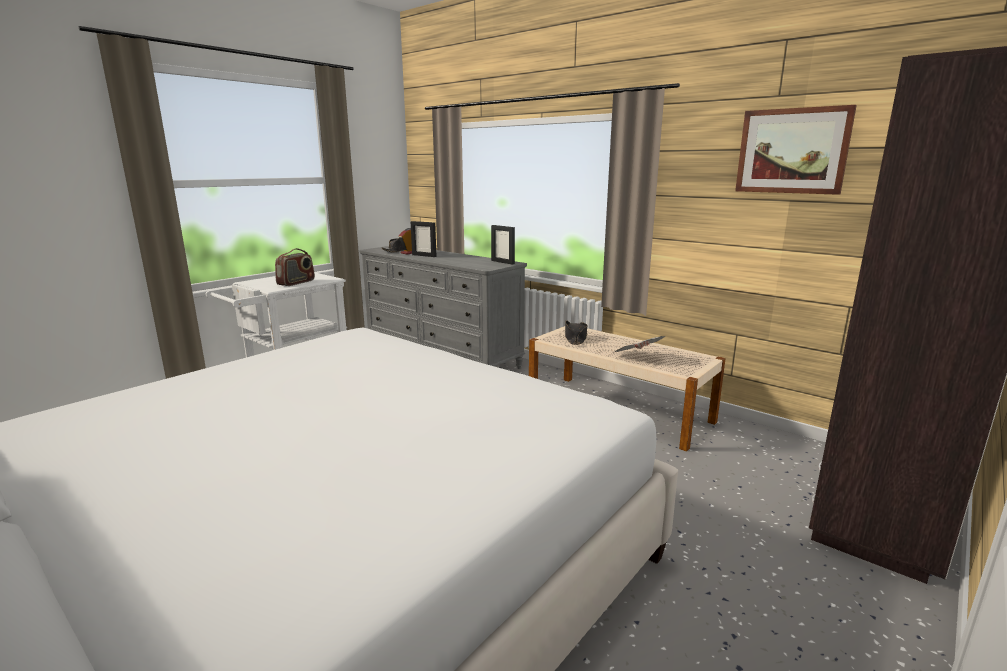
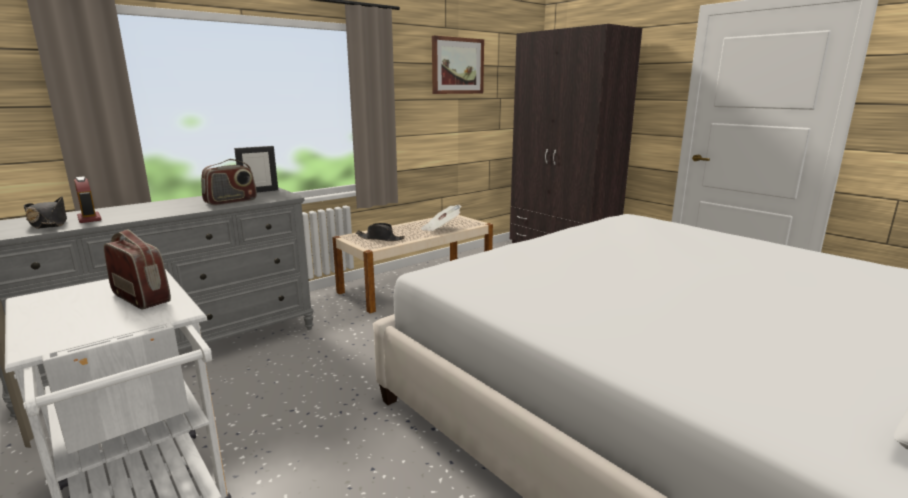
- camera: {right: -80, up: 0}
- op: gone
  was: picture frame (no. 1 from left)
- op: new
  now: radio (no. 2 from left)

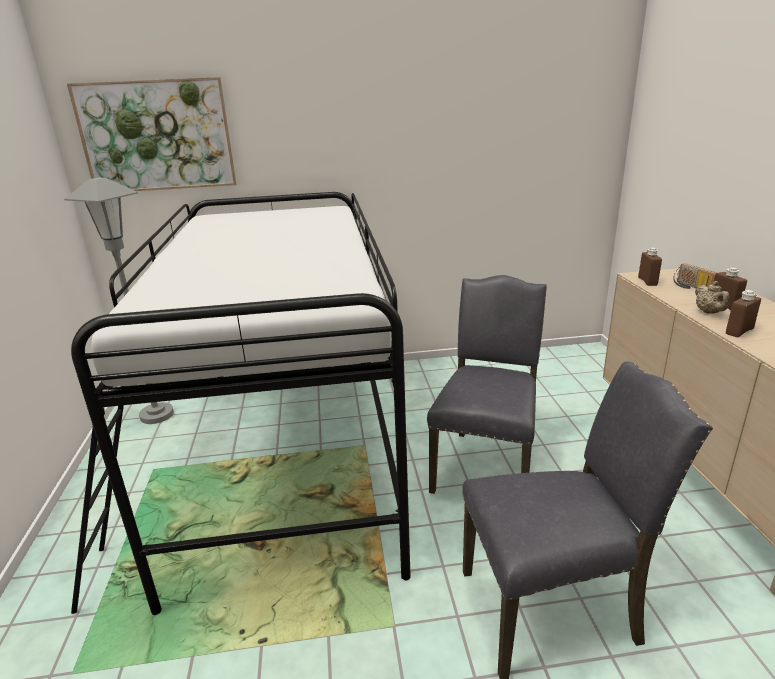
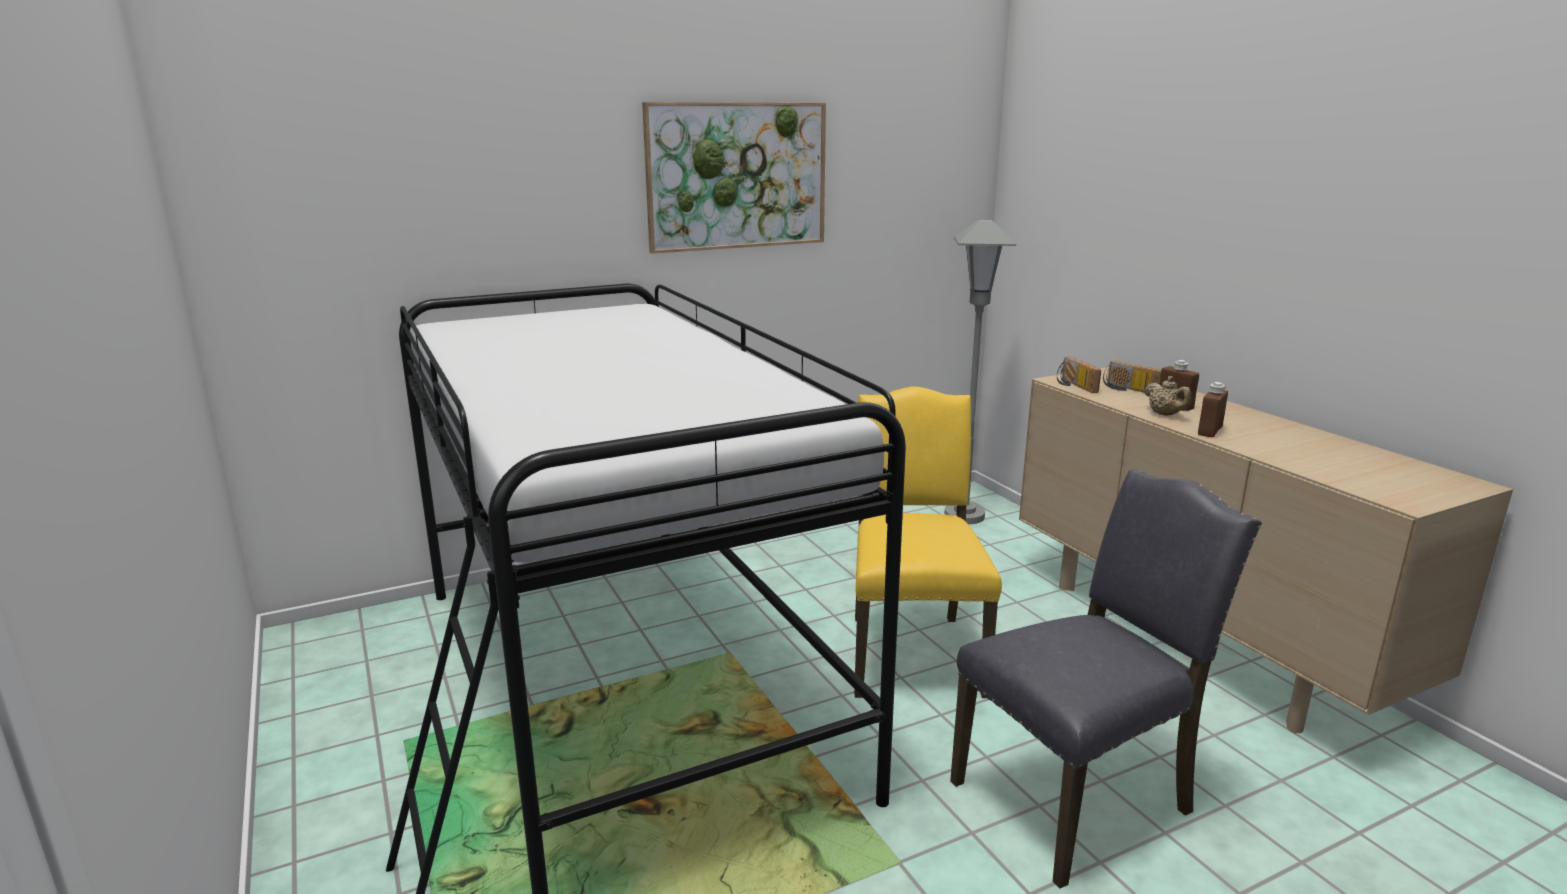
- camera: {right: -20, up: -5}
- op: shifted
  was: grey floor lamp
- op: shifted
  was: picture
- op: swapped
  was: brown bottle (no. 1 from left)
  now: radio (no. 1 from left)
- op: repainted
  was: grey chair (no. 1 from left)
  now: yellow chair

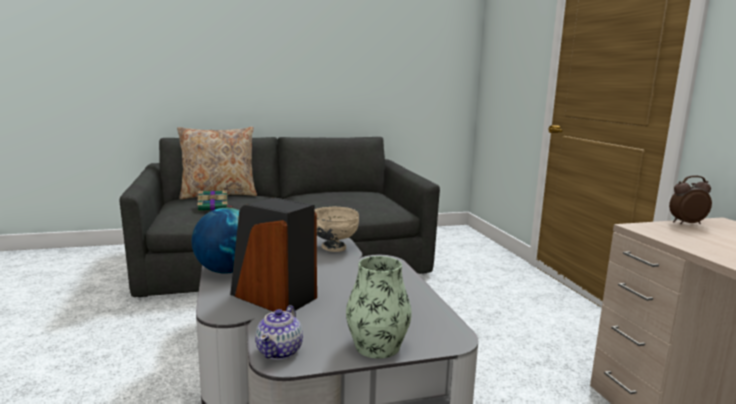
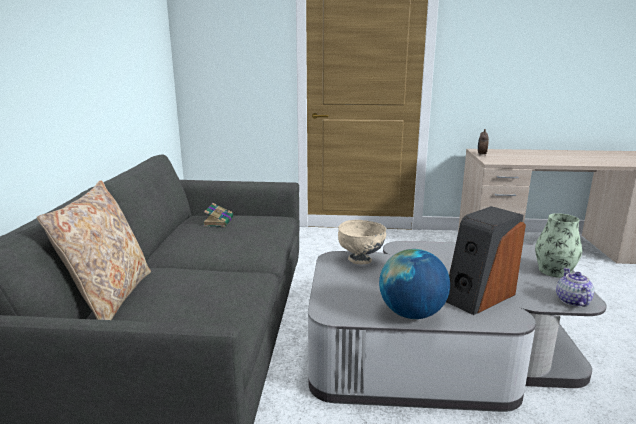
- camera: {right: -70, up: 5}
- op: shifted
  was: book
- op: rotated
  was: teapot
  clockwise: -120

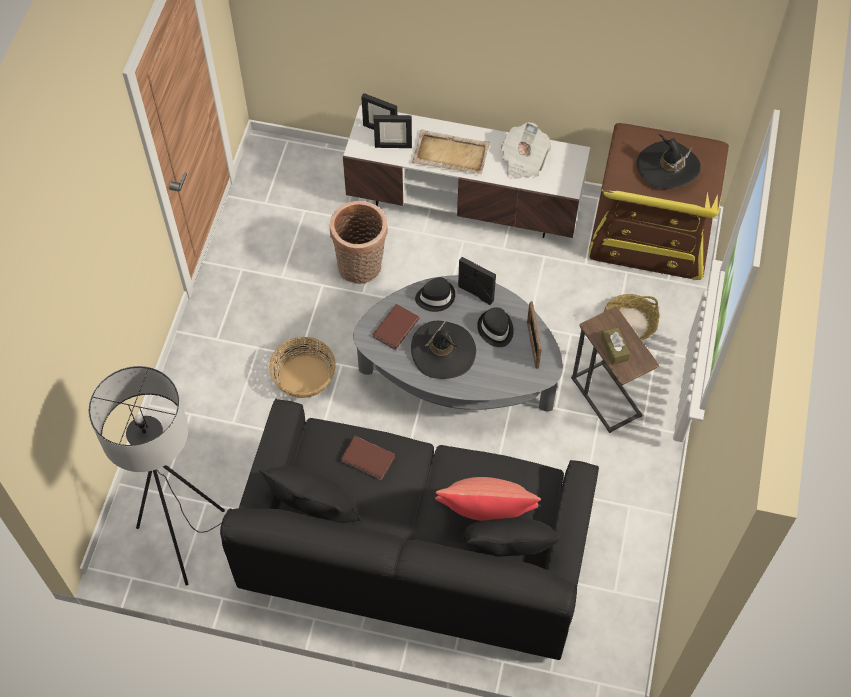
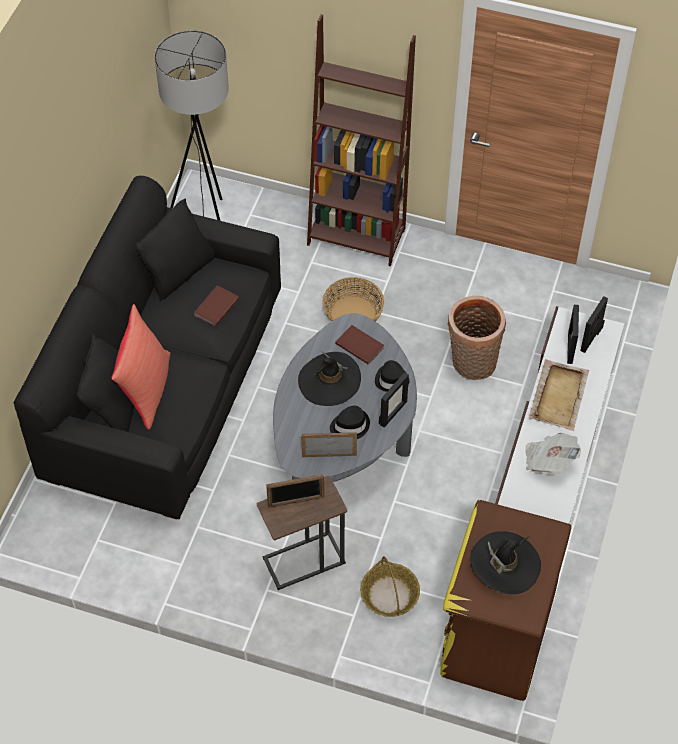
- camera: {right: 95, up: -5}
- op: new
  now: brown bookcase
- op: swapped
  was: brown tissue box
  now: picture frame (no. 1 from left)

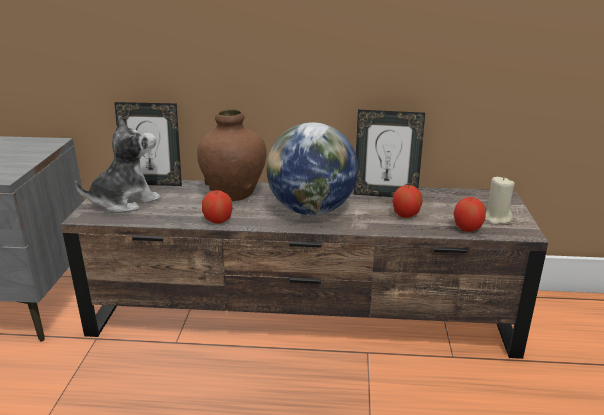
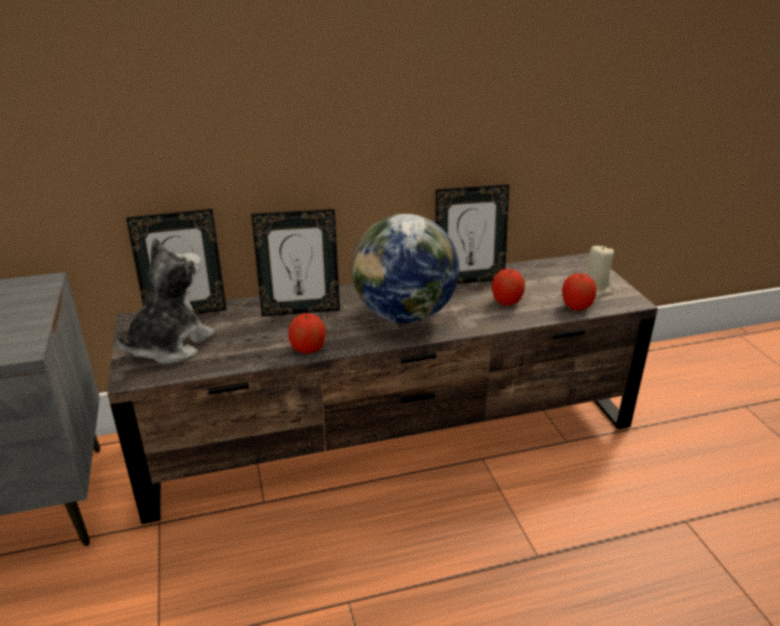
- camera: {right: -20, up: 5}
- op: swapped
  was: brown vase
  now: picture frame (no. 2 from left)

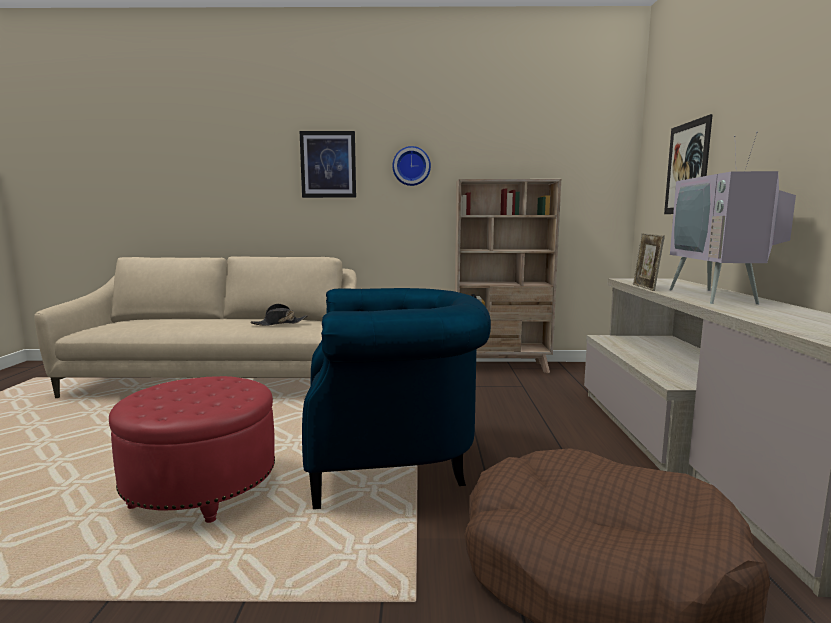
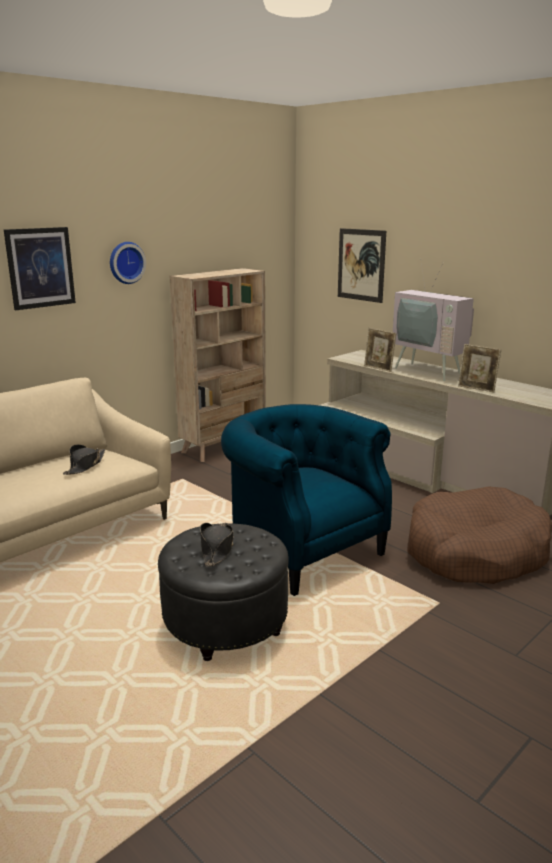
- camera: {right: -45, up: 10}
- op: new
  now: black hat (no. 2 from left)
- op: new
  now: picture frame (no. 2 from left)
- op: repainted
  was: red ottoman
  now: black ottoman
- op: rotated
  was: blue armchair
  clockwise: -75

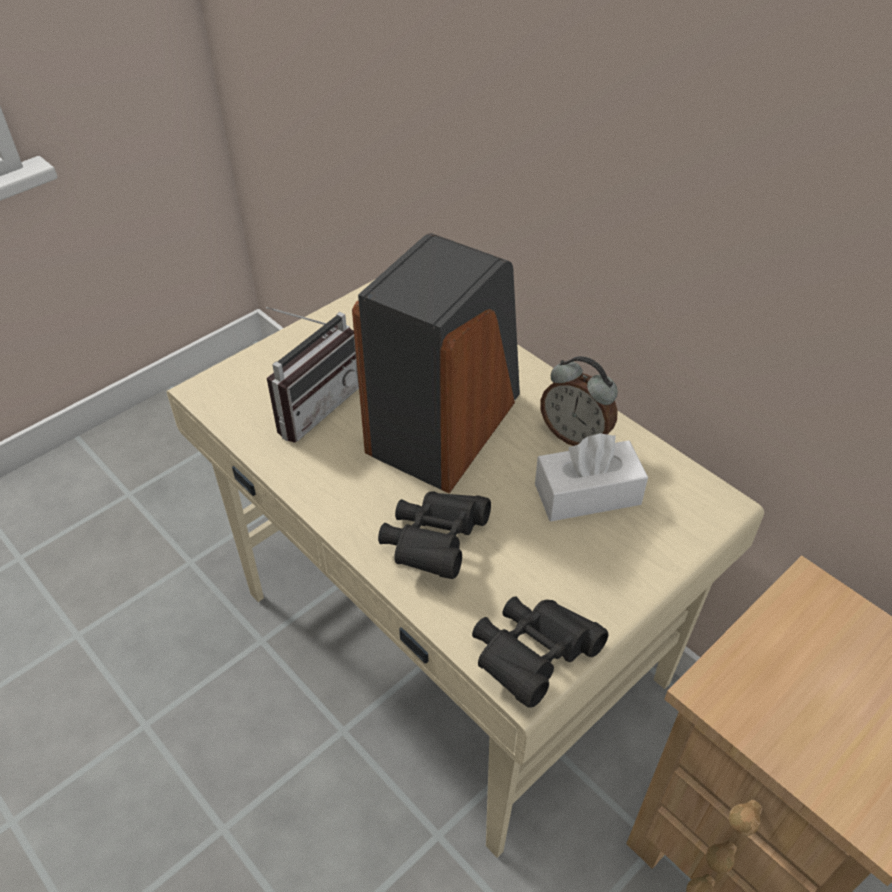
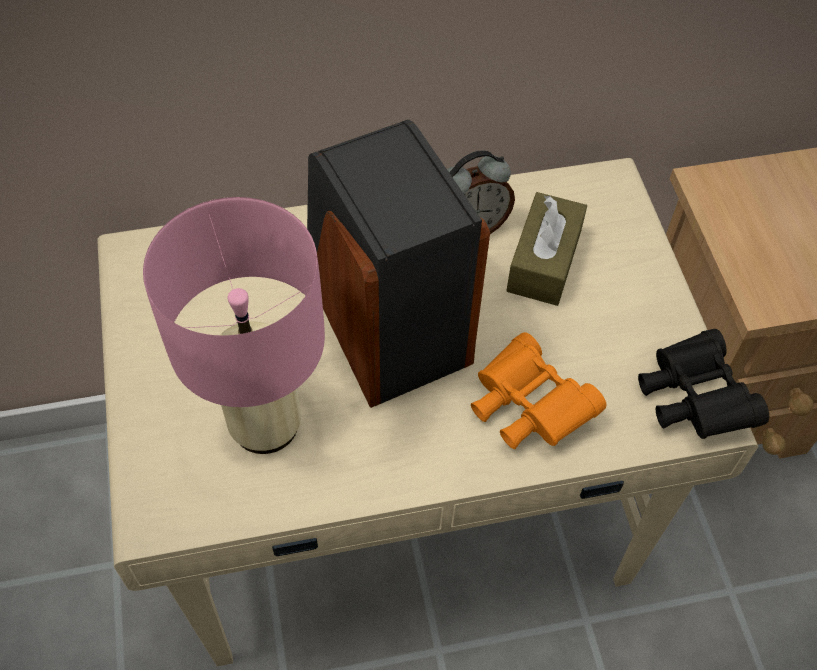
- camera: {right: -60, up: 10}
- op: swapped
  was: radio
  now: pink table lamp
- op: repainted
  was: black binoculars (no. 1 from left)
  now: orange binoculars
- op: repainted
  was: white tissue box
  now: brown tissue box

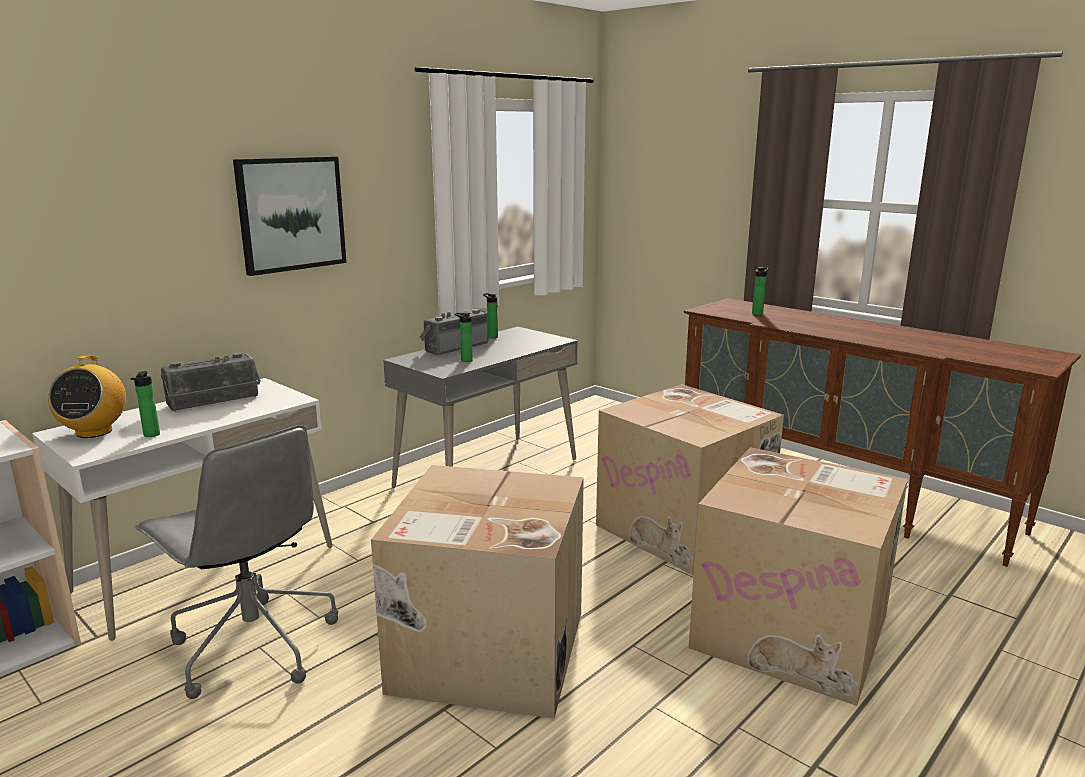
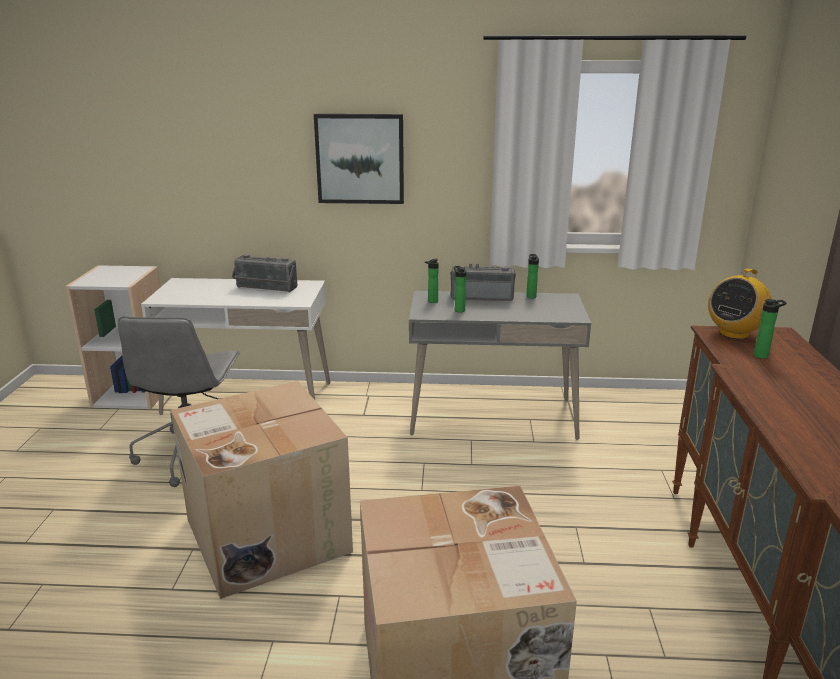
- camera: {right: 50, up: 5}
- op: gone
  was: cardboard box (no. 2 from left)
- op: shifted
  was: radio (no. 1 from left in the first image)
  now: radio (no. 3 from left)
- op: shifted
  was: bottle (no. 1 from left)

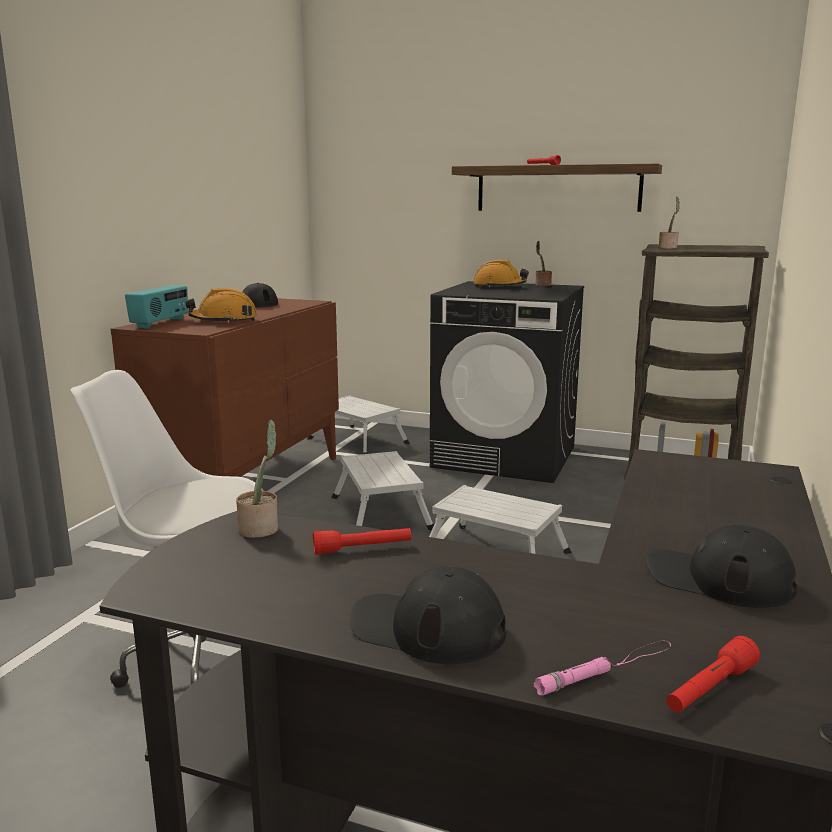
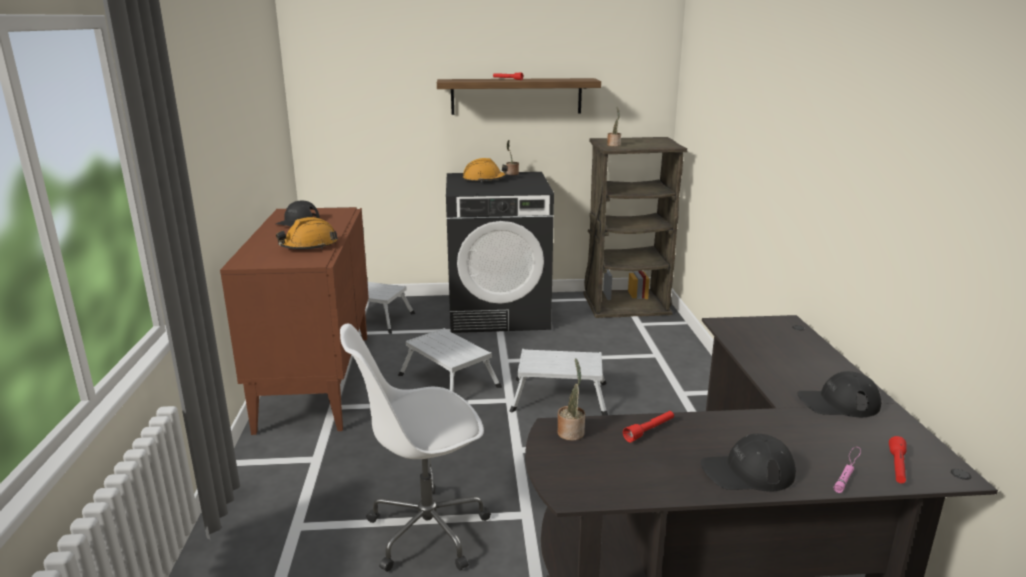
- camera: {right: -25, up: 5}
- op: gone
  was: radio

